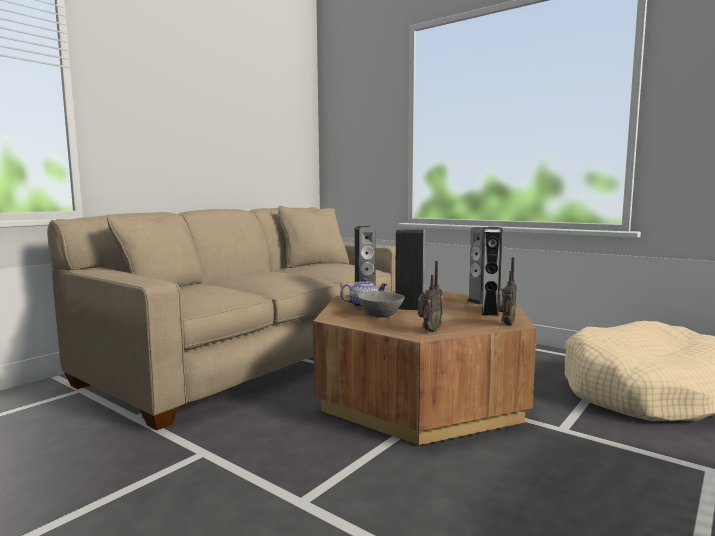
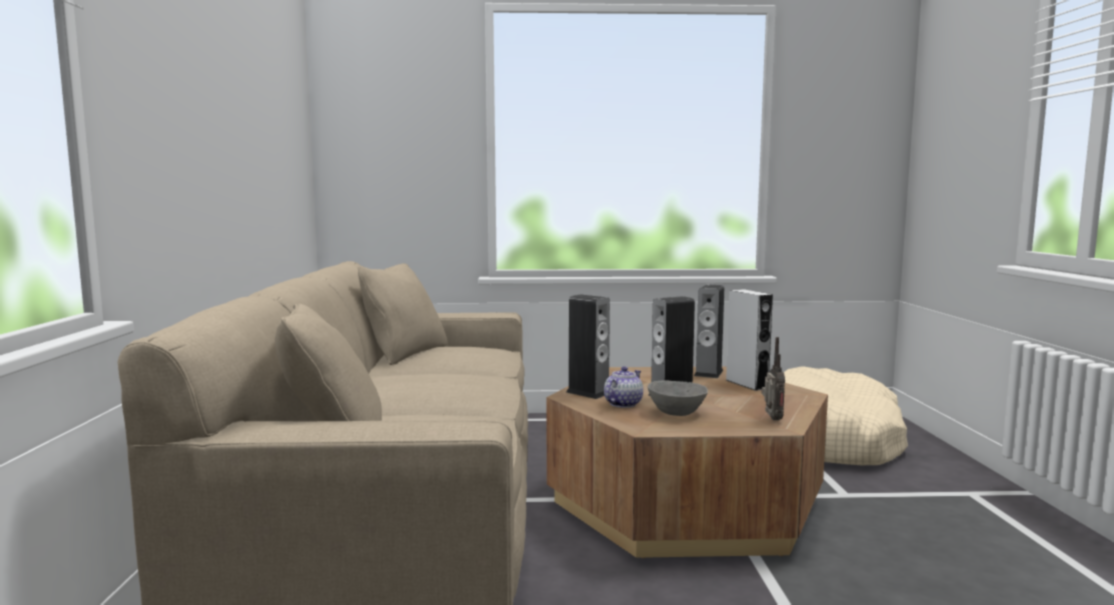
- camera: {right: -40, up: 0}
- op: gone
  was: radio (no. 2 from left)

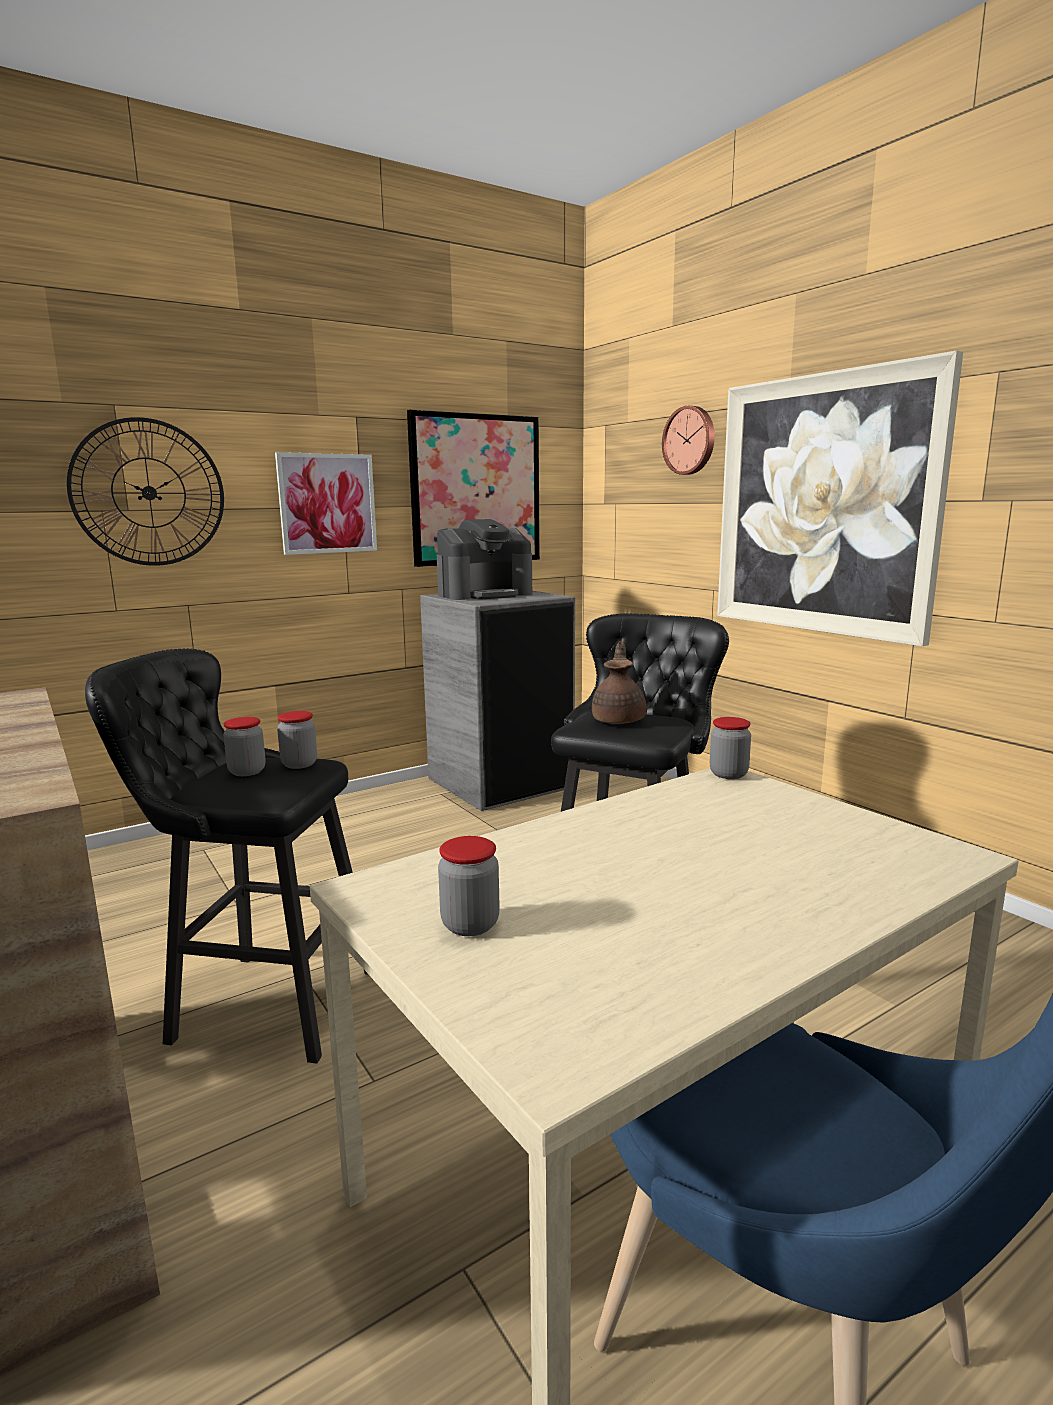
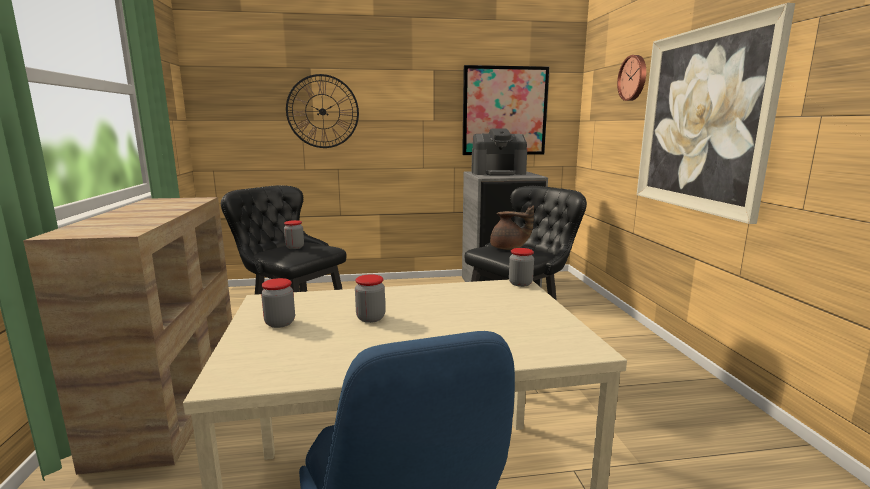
- camera: {right: 25, up: 0}
- op: gone
  was: picture (no. 1 from left)
- op: shifted
  was: jar (no. 2 from left in the first image)
  now: jar (no. 3 from left)
- op: rotated
  was: brown teapot
  clockwise: 75

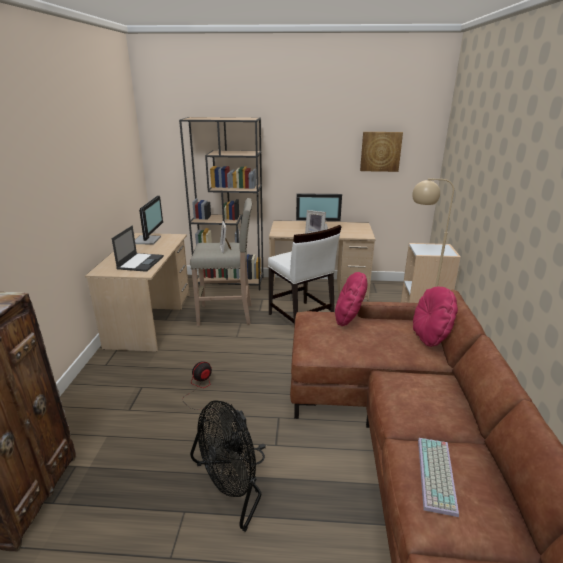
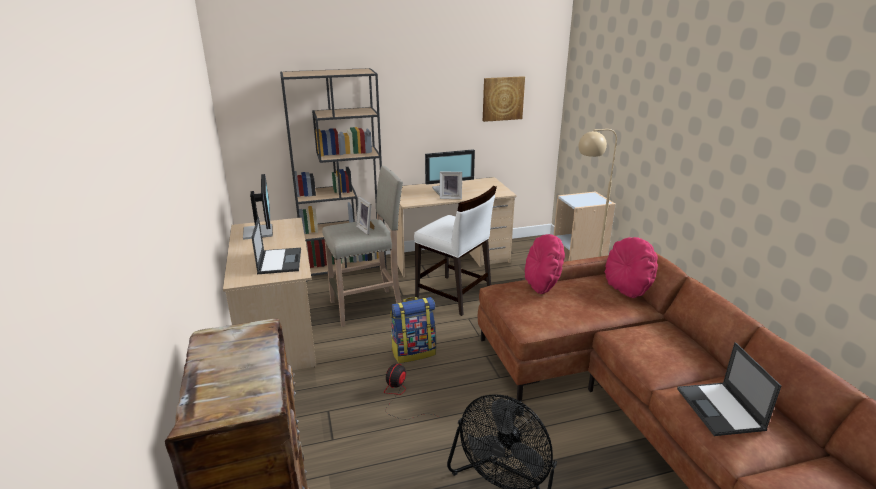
- camera: {right: -20, up: 0}
- op: new
  now: backpack
- op: swapped
  was: keyboard
  now: laptop (no. 2 from left)

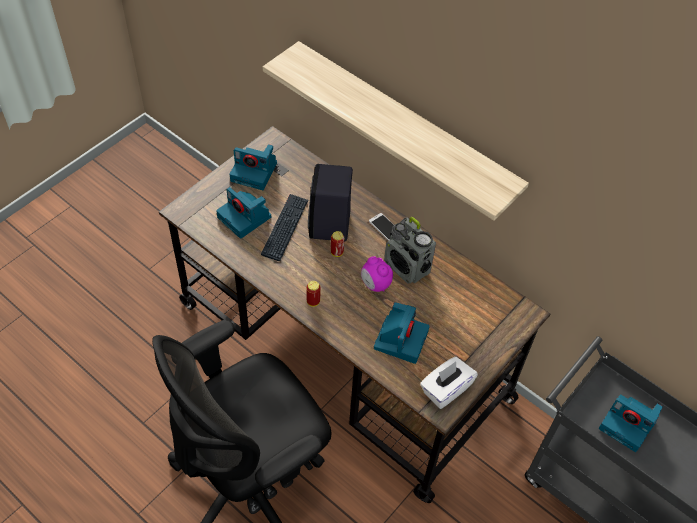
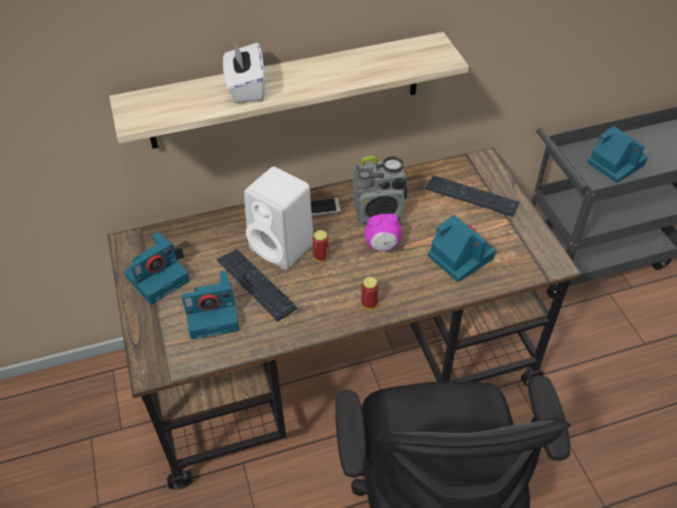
- camera: {right: -55, up: -5}
- op: new
  now: keyboard (no. 2 from left)
- op: shifted
  was: white tissue box
- op: repainted
  was: black speaker
  now: white speaker
- op: rotated
  was: photo camera (no. 4 from left)
  clockwise: -105

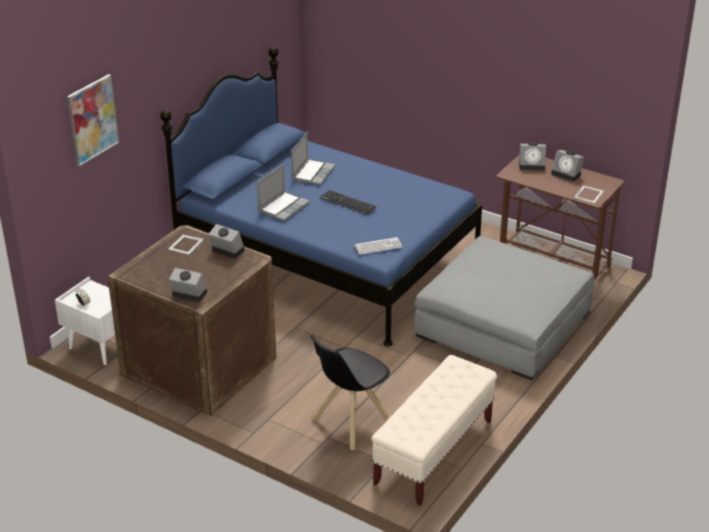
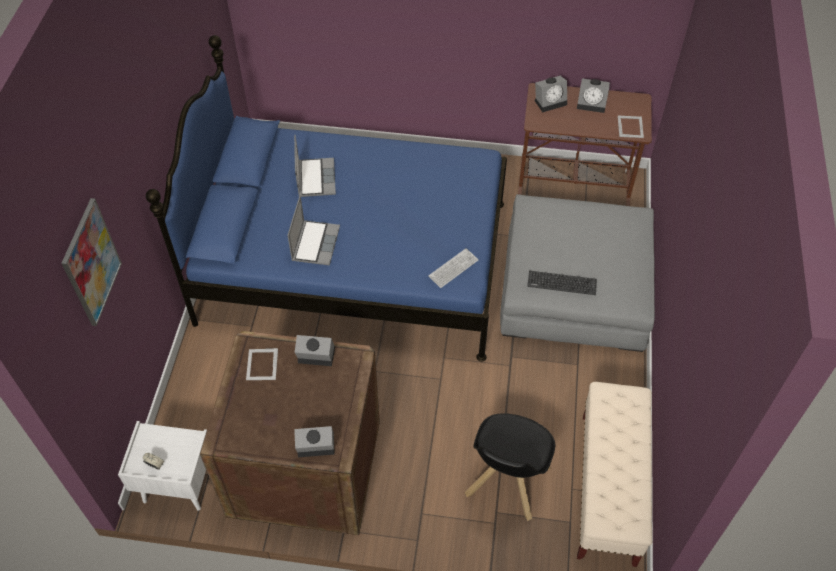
- camera: {right: -25, up: 20}
- op: shifted
  was: keyboard (no. 1 from left in the first image)
  now: keyboard (no. 2 from left)

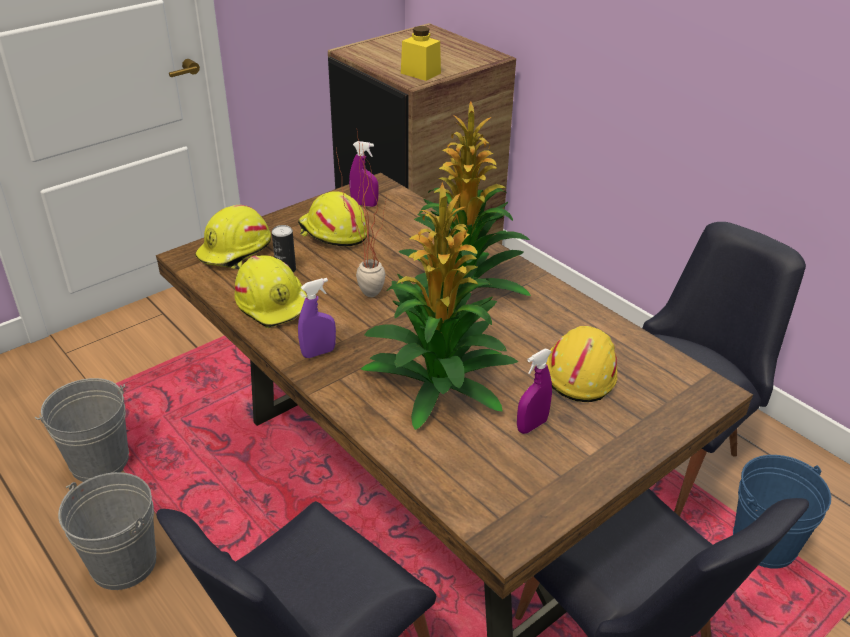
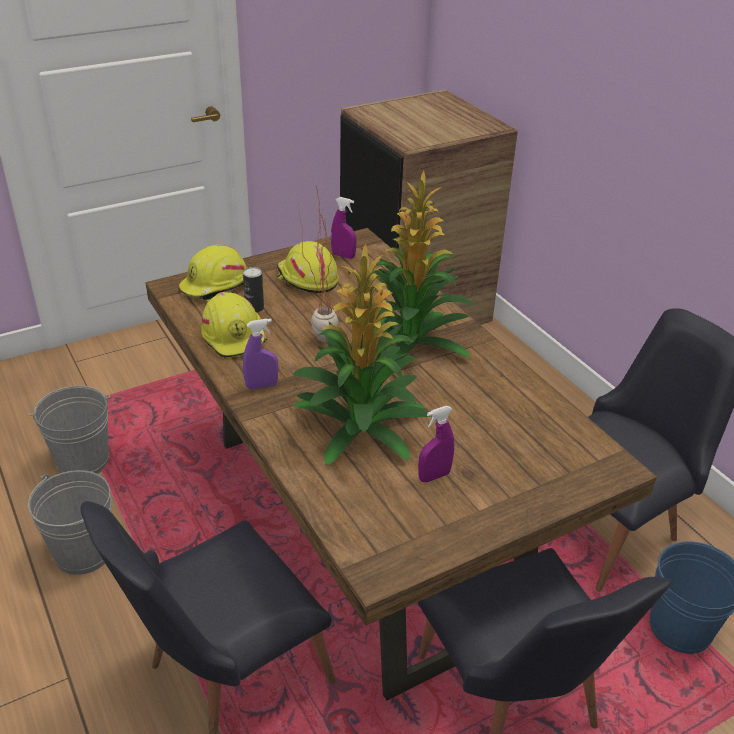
- camera: {right: 10, up: 0}
- op: gone
  was: yellow jar
- op: gone
  was: yellow hard hat (no. 4 from left)

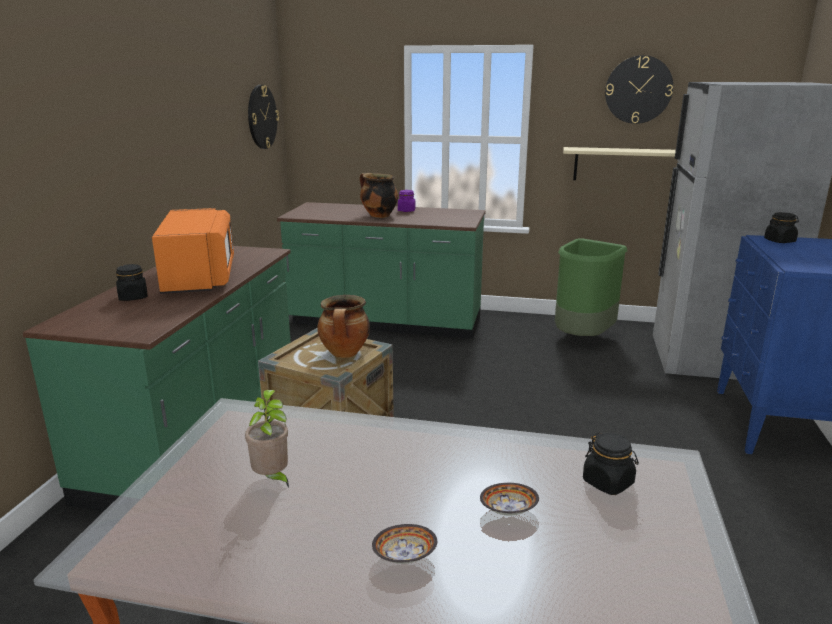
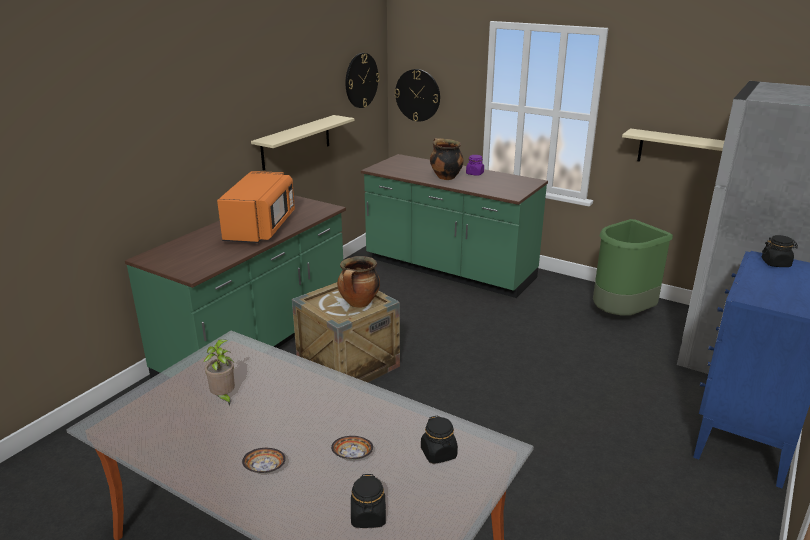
- camera: {right: 20, up: 5}
- op: new
  now: beige shelf (no. 1 from left)
- op: shifted
  was: black jar (no. 1 from left)
- op: shifted
  was: wall clock (no. 2 from left)

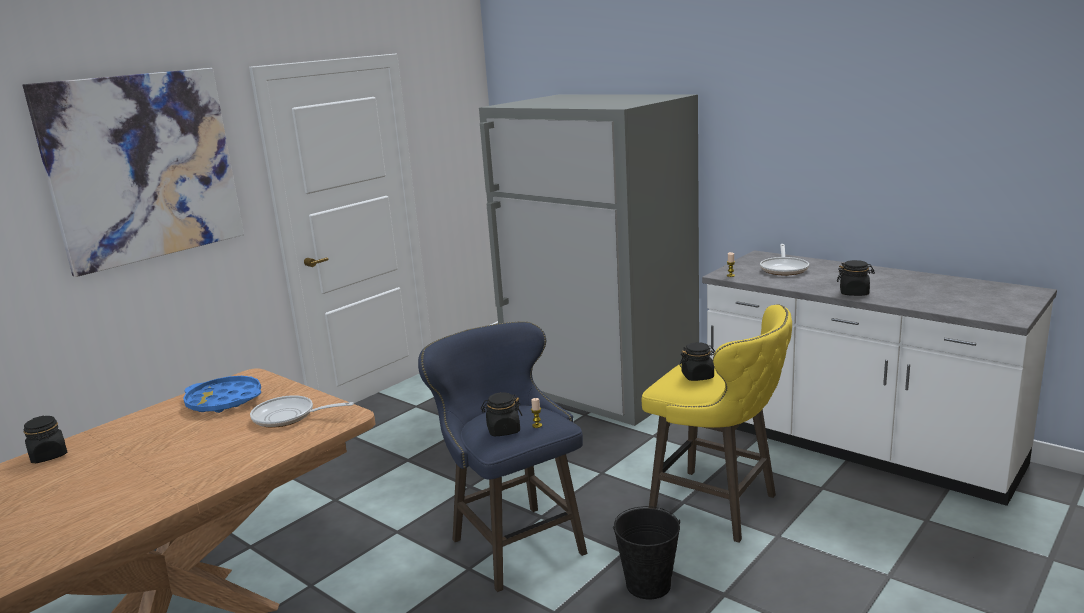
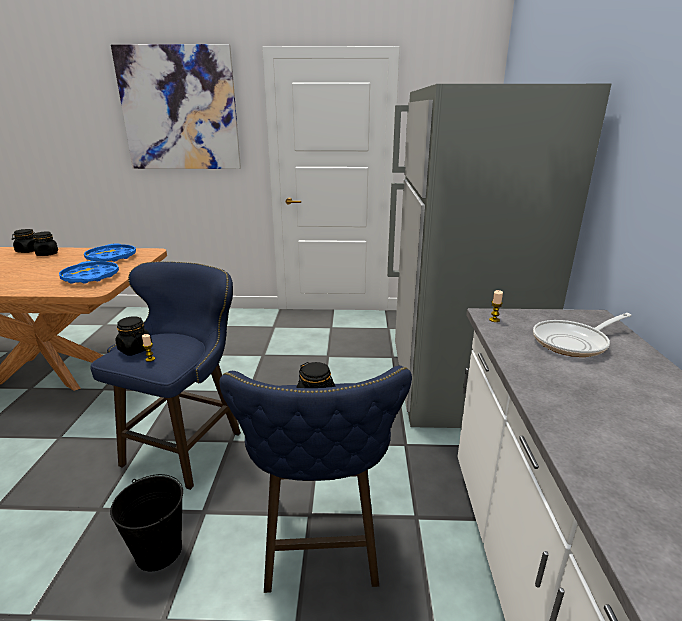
- camera: {right: 50, up: 5}
- op: shifted
  was: black jar (no. 4 from left in the first image)
  now: black jar (no. 2 from left)
- op: swapped
  was: frying pan (no. 1 from left)
  now: blue tray (no. 1 from left)
- op: repainted
  was: yellow stool
  now: blue stool (no. 2 from left)

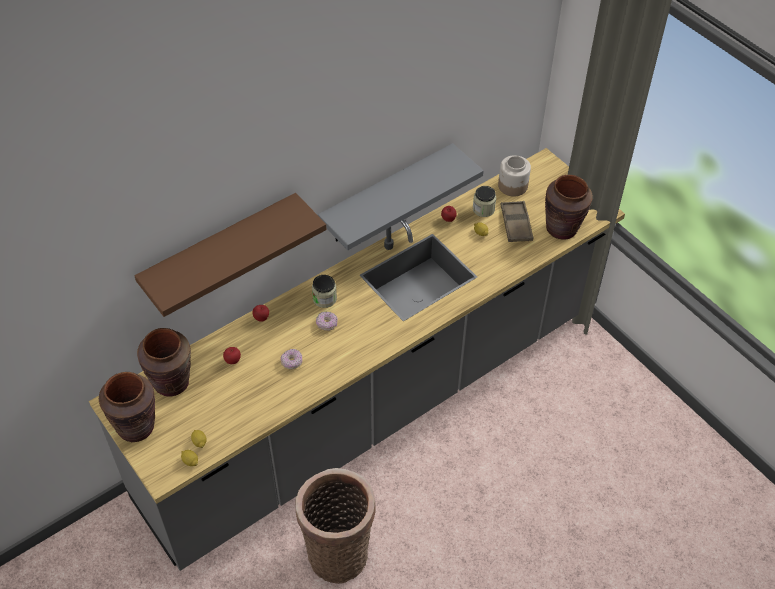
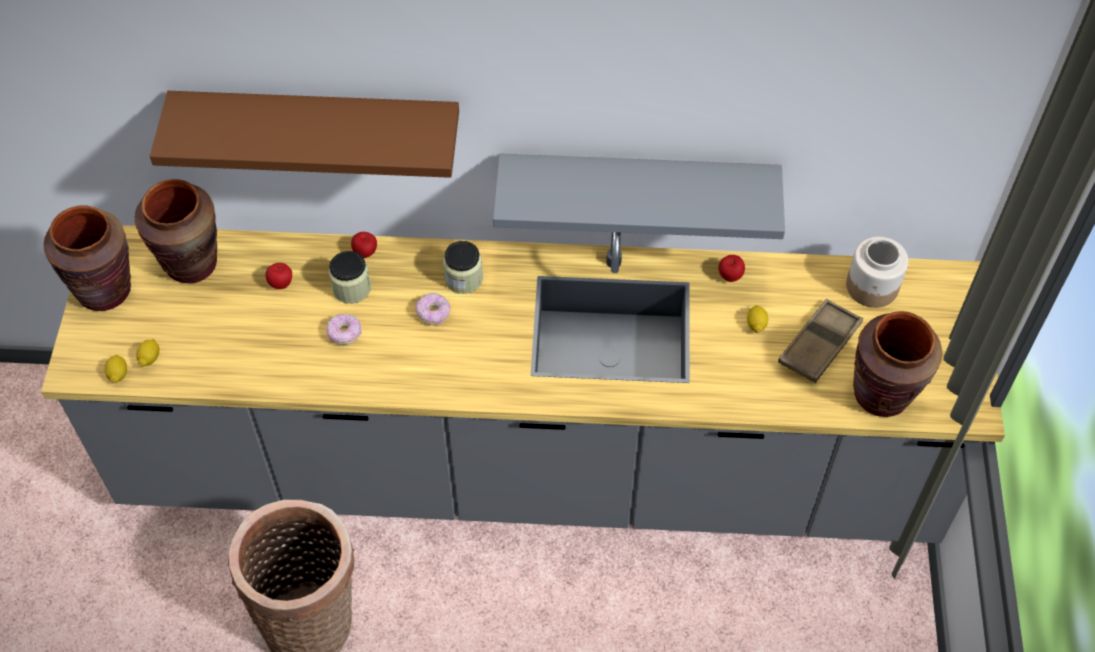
- camera: {right: 40, up: 5}
- op: shifted
  was: jar (no. 2 from left in the first image)
  now: jar (no. 1 from left)

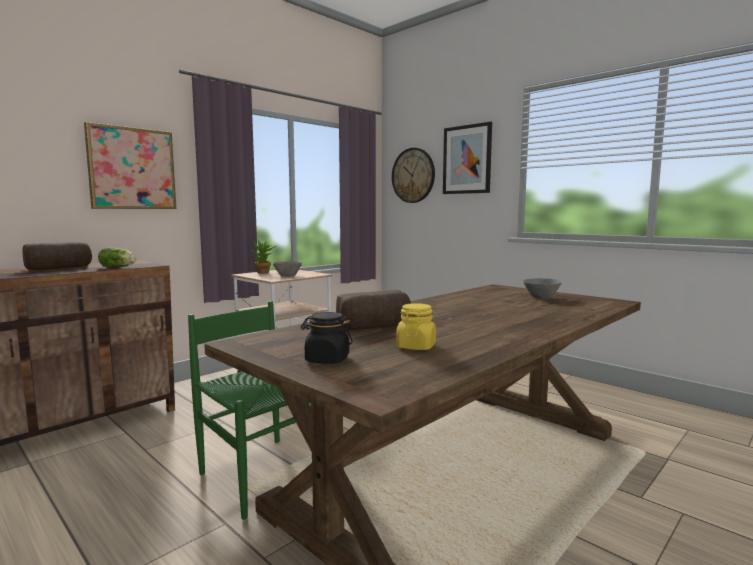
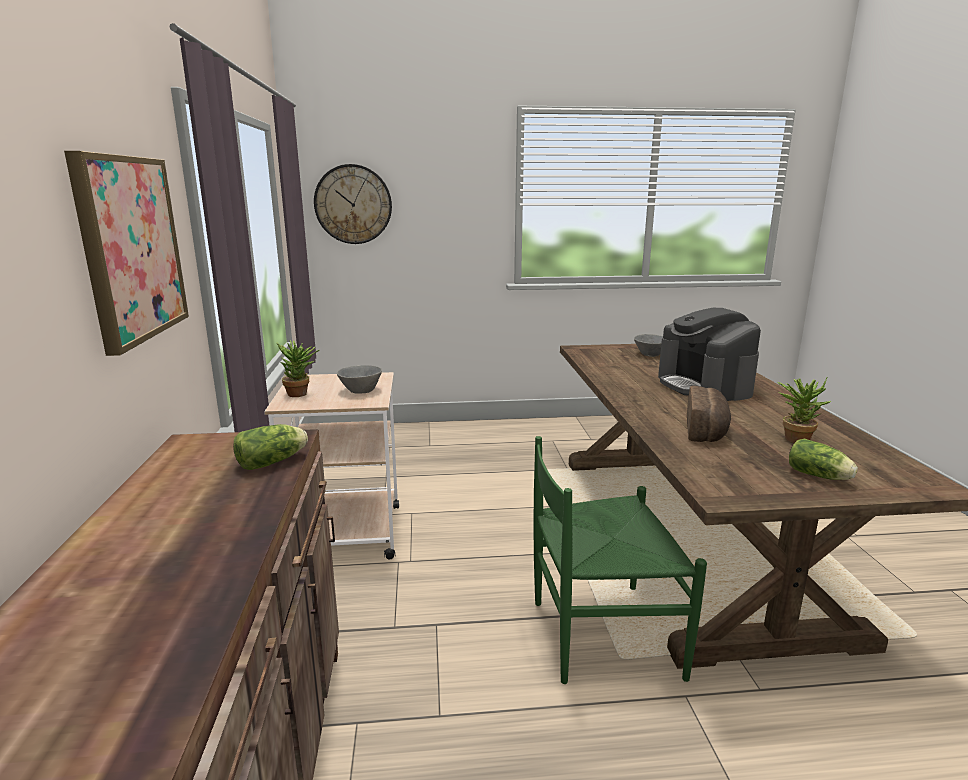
- camera: {right: -50, up: 10}
- op: gone
  was: bread (no. 1 from left)
- op: gone
  was: picture (no. 2 from left)
- op: new
  now: coffee machine
- op: swapped
  was: black jar
  now: lettuce (no. 2 from left)
- op: swapped
  was: yellow jar
  now: potted plant (no. 2 from left)

